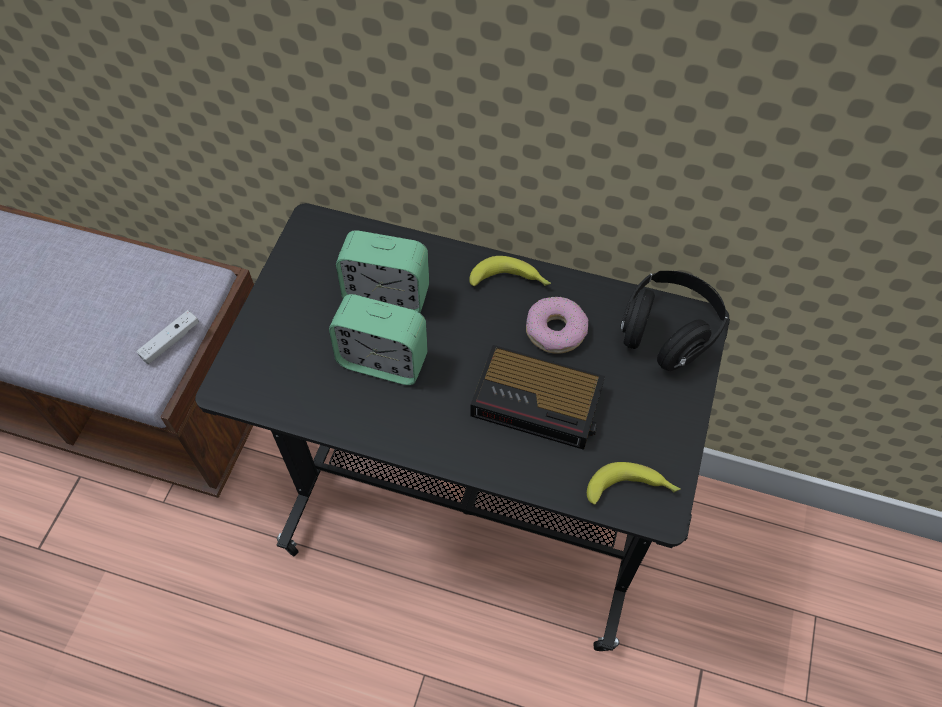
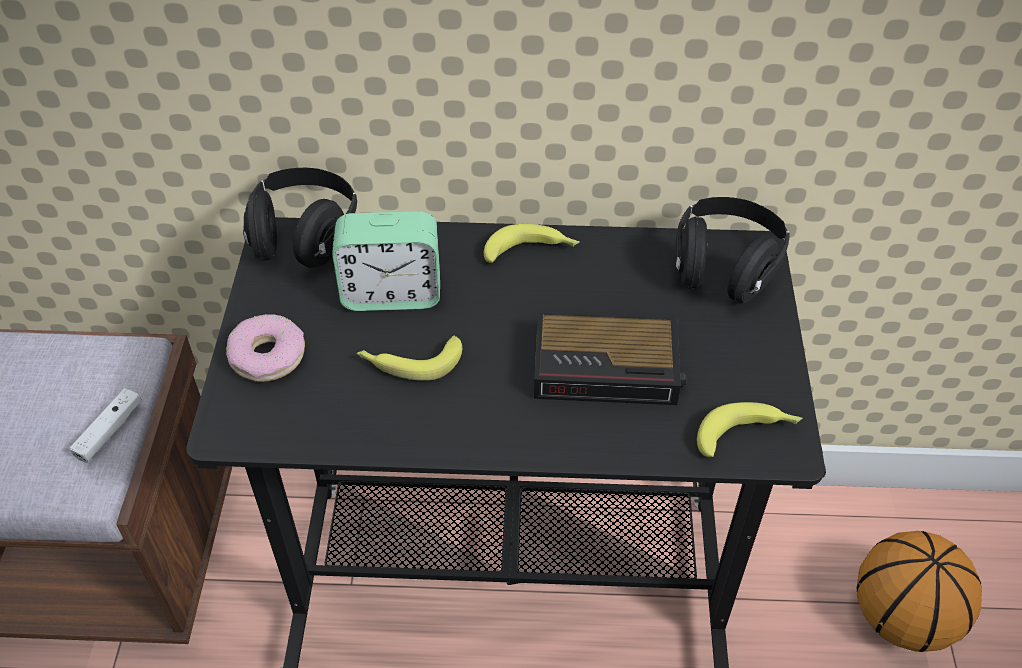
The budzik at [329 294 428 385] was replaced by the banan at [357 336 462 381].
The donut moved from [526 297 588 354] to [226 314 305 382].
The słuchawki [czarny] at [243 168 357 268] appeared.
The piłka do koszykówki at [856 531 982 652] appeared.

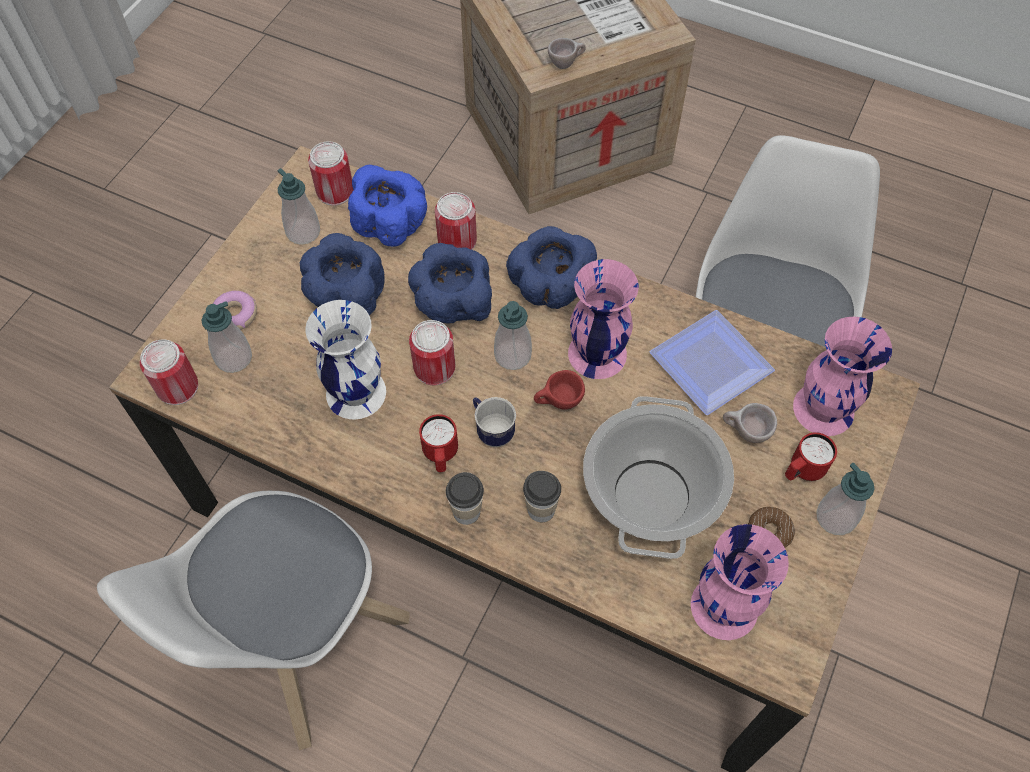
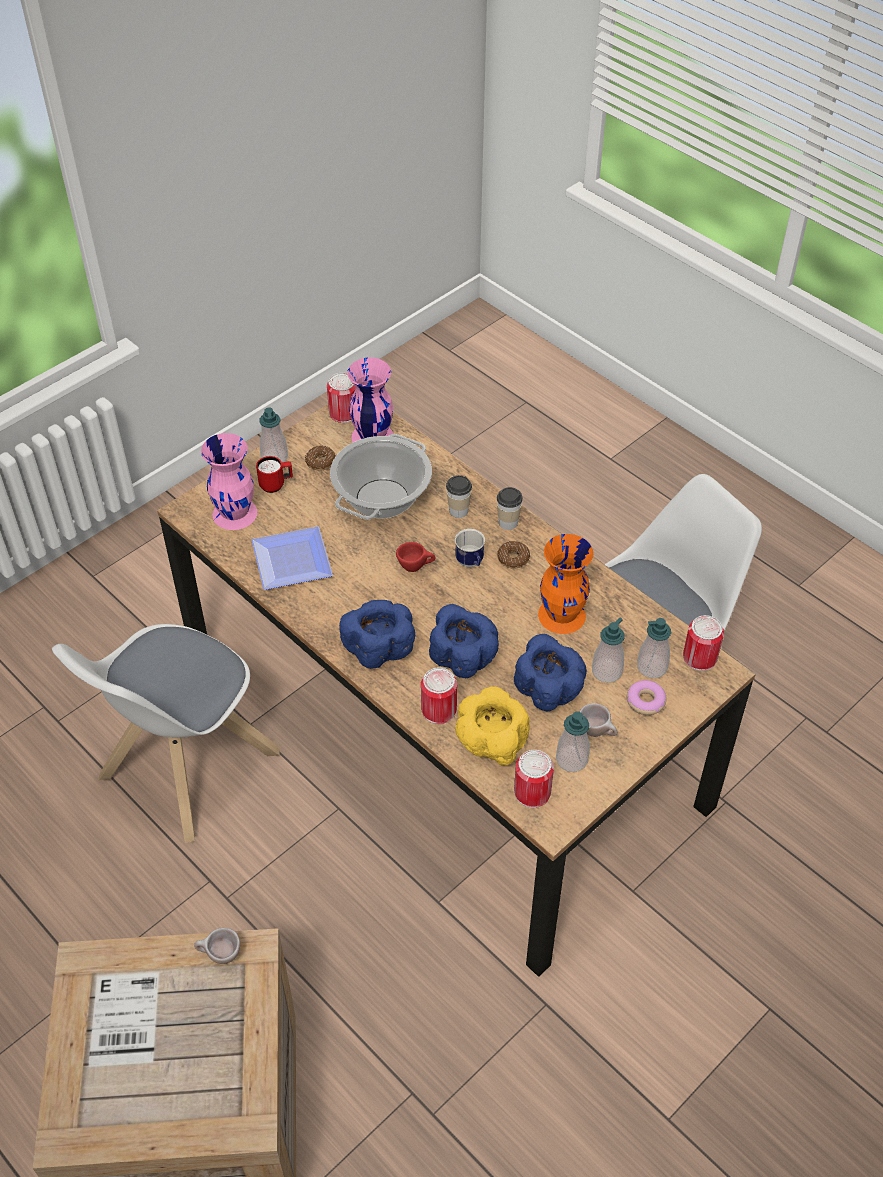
The miska [niebieski] at [348 165 427 247] became the miska [żółty] at [455 686 530 766].
The wazon [różowy] at [568 259 639 379] disappeared.
The wazon [biały] at [305 300 386 419] became the wazon [pomarańczowy] at [538 534 593 634].
The dozownik mydła moved from [494 301 532 370] to [592 618 625 683].
The puszka moved from [409 320 455 386] to [327 373 356 423].
The filiżanka [beżowy] moved from [723 403 777 443] to [579 703 618 737].
The kubek [czerwony] at [419 414 458 472] was replaced by the donut at [497 541 530 569].

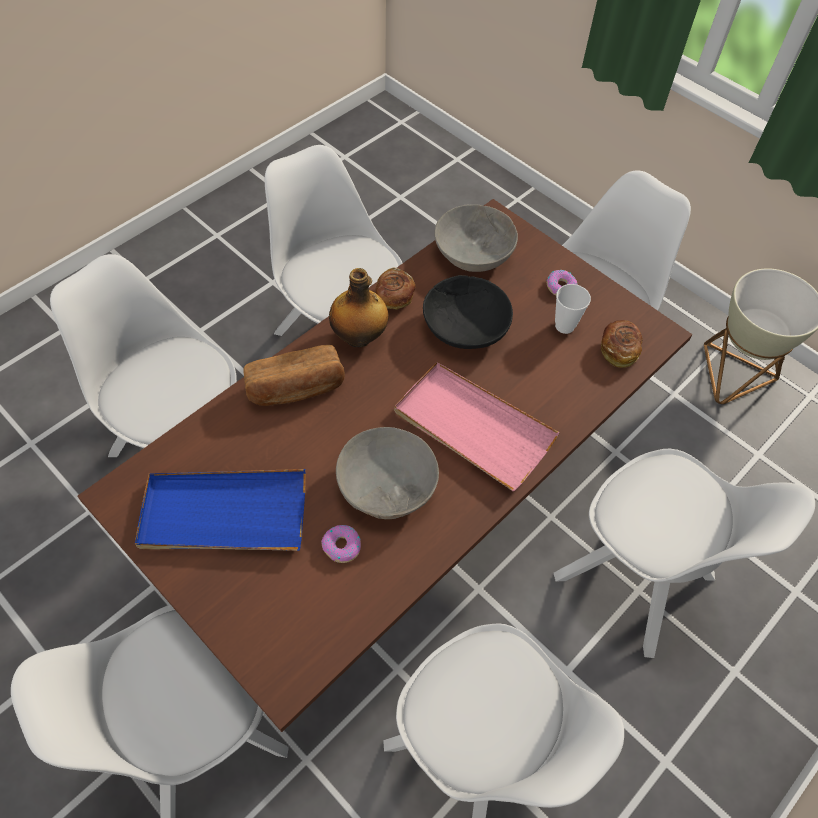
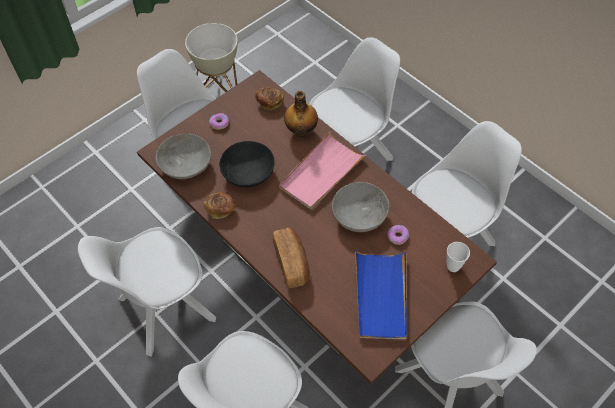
The butelka moved from [329 268 389 347] to [284 91 318 137].
The filiżanka moved from [555 284 591 334] to [446 242 470 272].

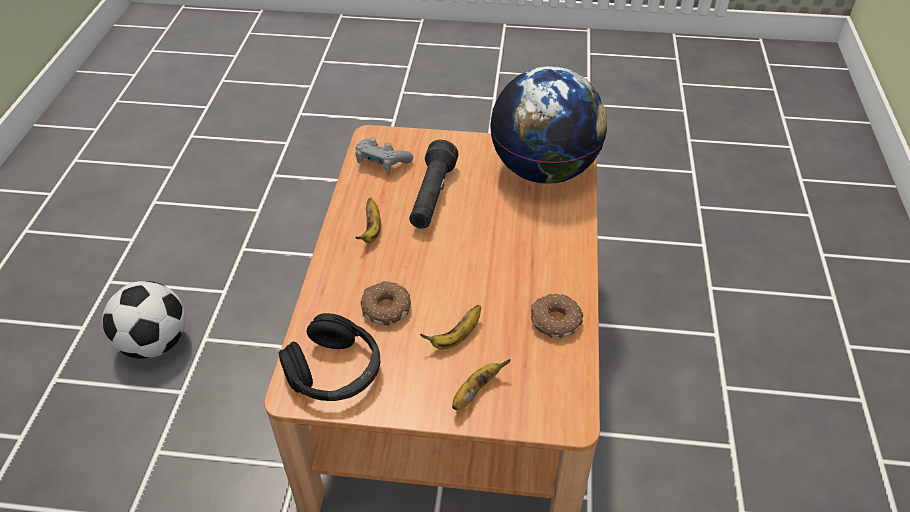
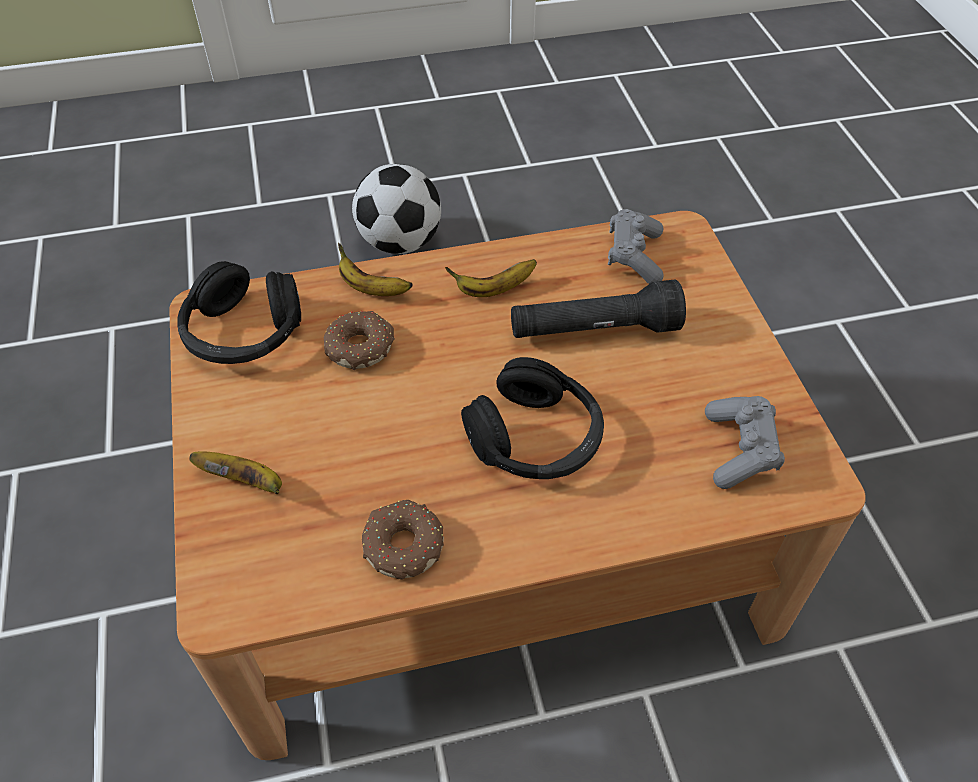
The globus at [490 66 607 184] was replaced by the pad do gier [szary] at [705 396 785 489].
The banan moved from [420 305 481 349] to [338 243 413 296].
The słuchawki [czarny] at [461 357 604 479] appeared.

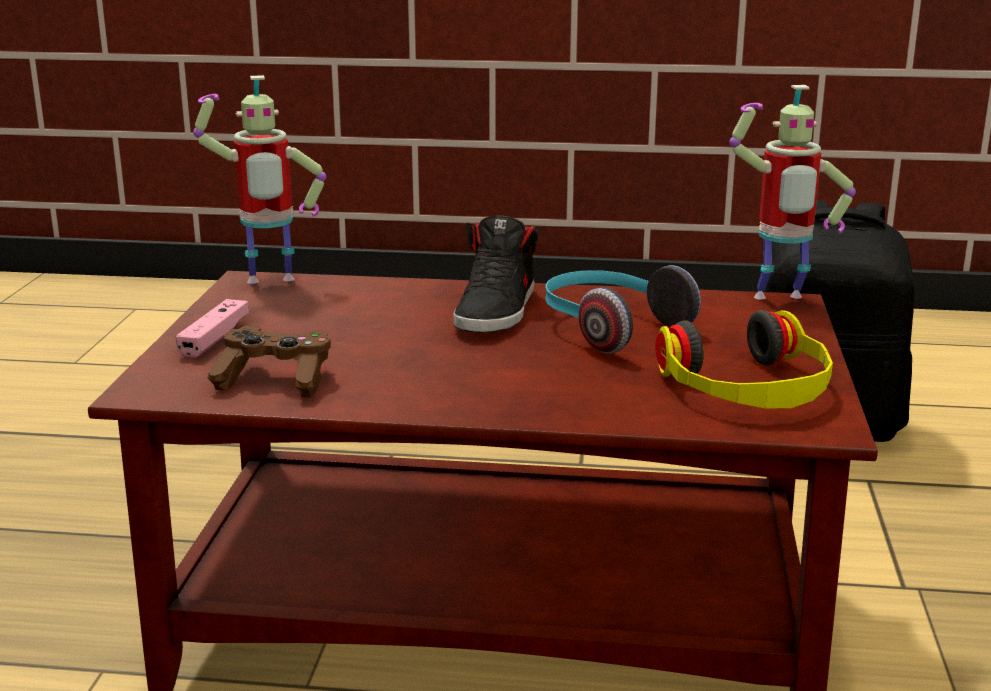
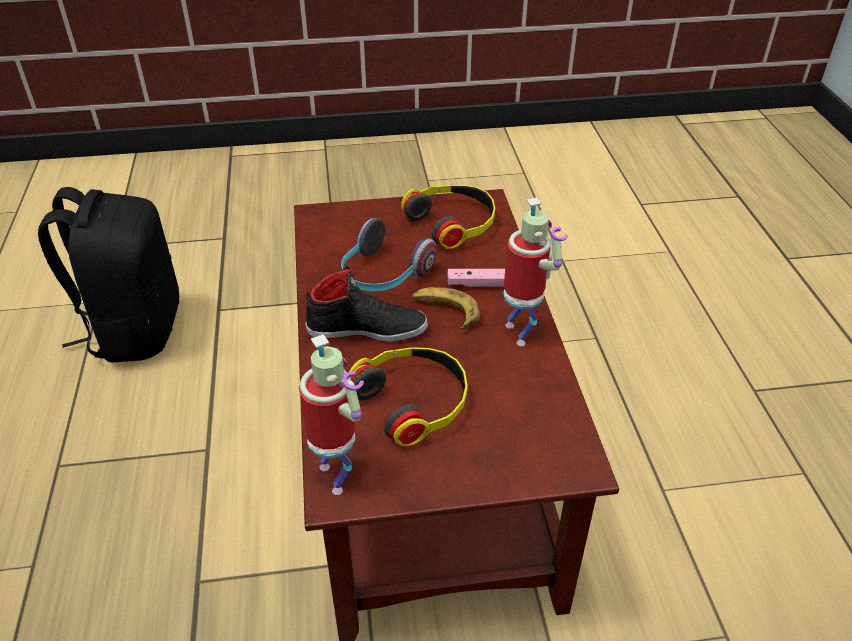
The robot zabawkowy moved from [729 85 856 300] to [503 197 568 346].
The pad do gier [różowy] moved from [176 299 249 358] to [448 269 505 287].
The pad do gier [brązowy] at [208 326 331 398] disappeared.
The banan at [412 287 480 329] appeared.
The słuchawki at [349 347 468 447] appeared.

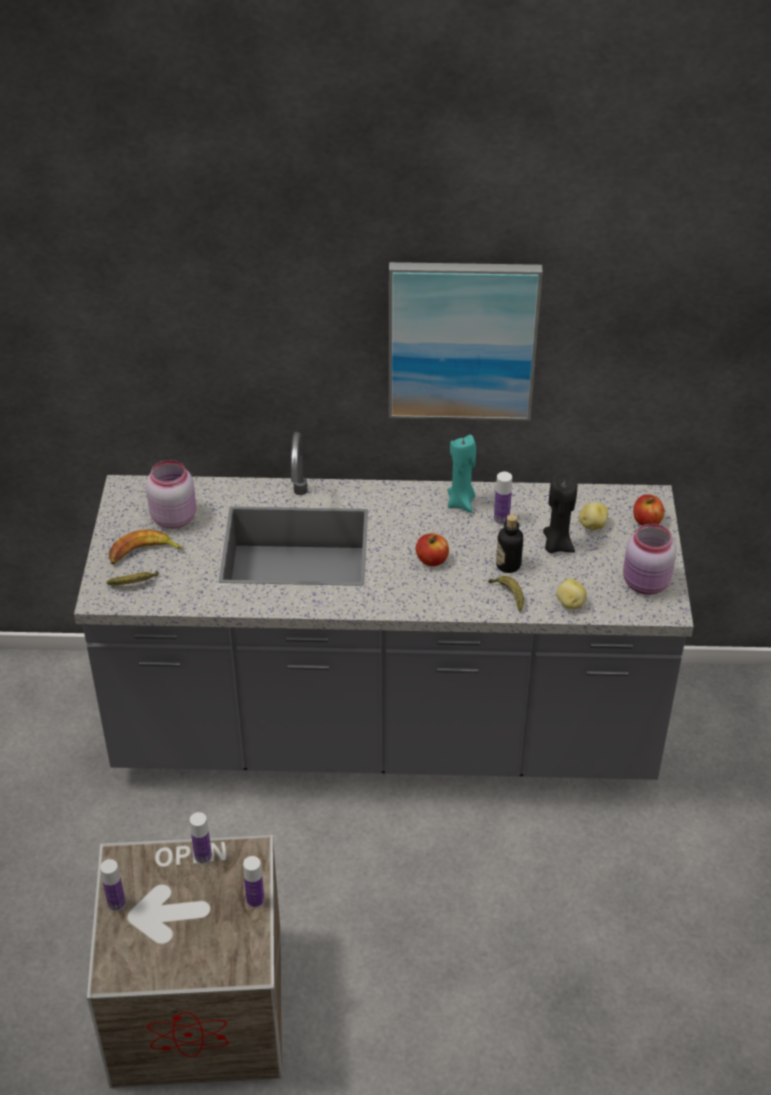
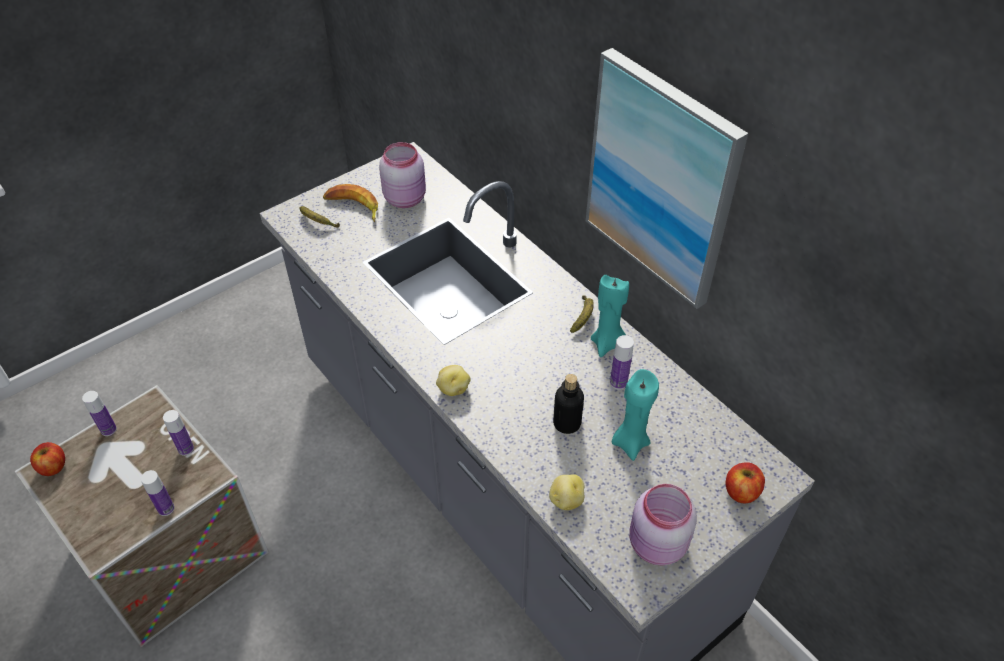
The świeca [czarny] at [543 472 577 553] became the świeca [turkusowy] at [612 369 659 461].
The ziemniak moved from [579 502 608 530] to [436 365 470 396].
The jabłko moved from [416 533 449 566] to [30 442 65 476].
The banan moved from [489 576 524 611] to [570 295 594 333].

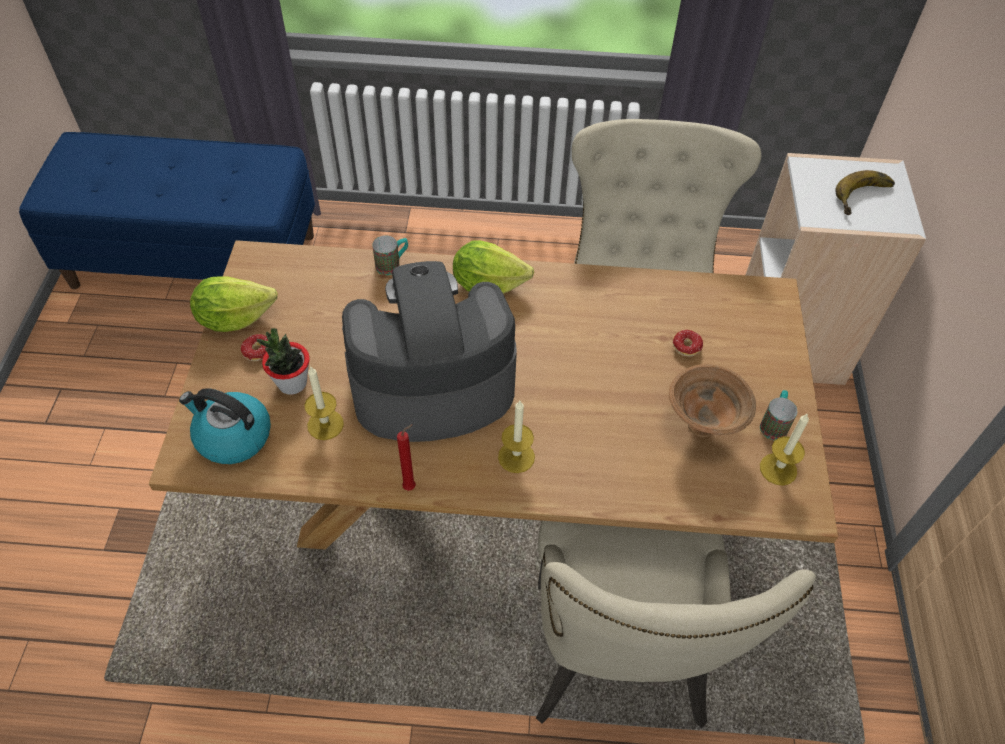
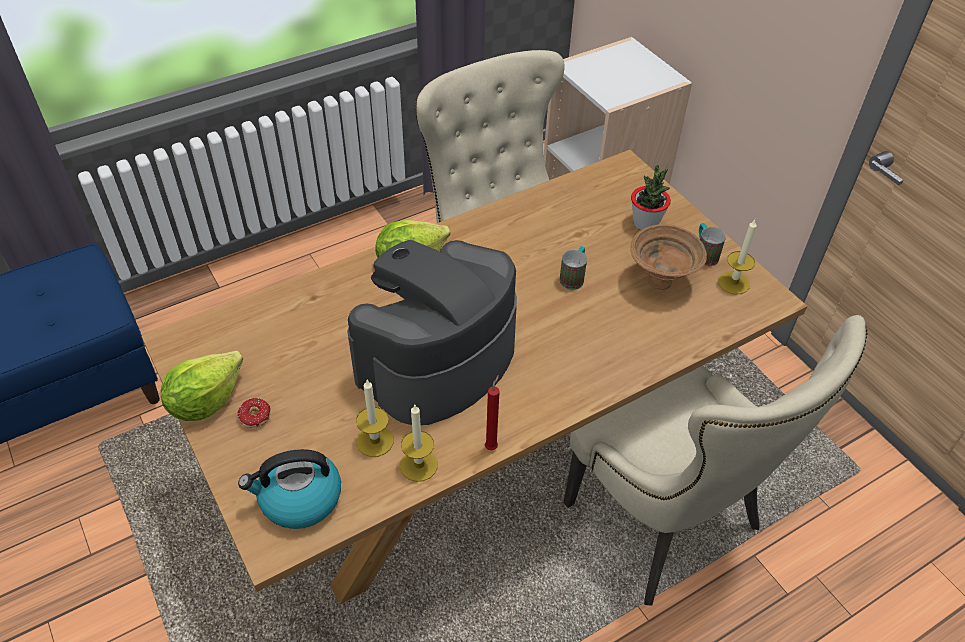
The banan at [835 170 895 215] disappeared.
The kubek moved from [372 235 408 275] to [559 246 587 290].
The roślina doniczkowa moved from [256 328 310 395] to [631 165 671 230].
The donut at [660 330 703 357] disappeared.
The świeca moved from [498 401 535 473] to [400 405 438 482].

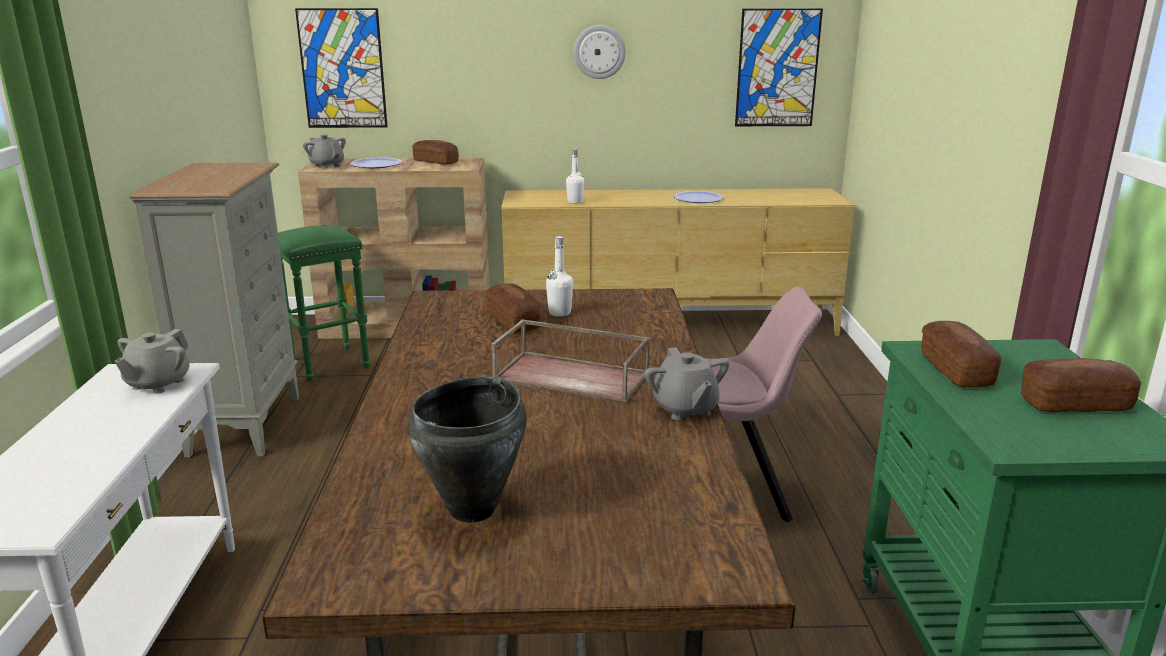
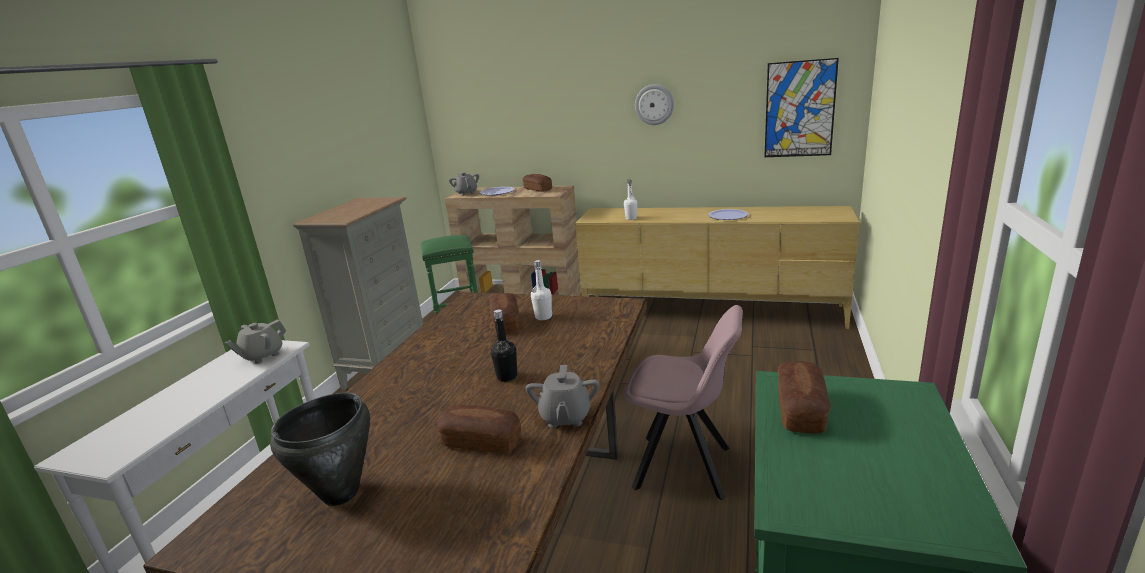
The obraz at [295 8 388 128] disappeared.
The taca [brązowy] at [491 319 650 404] was replaced by the butelka [czarny] at [491 309 517 382].
The chleb moved from [1020 358 1141 412] to [437 405 521 454].

